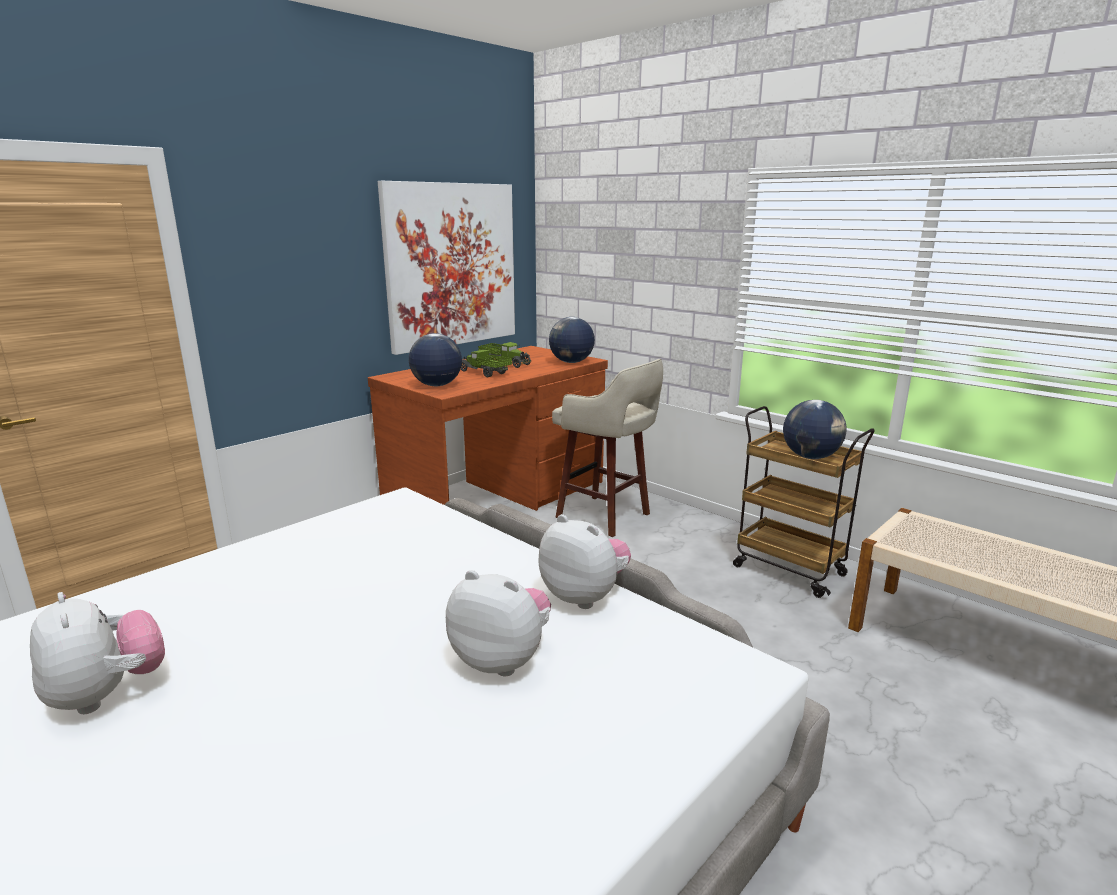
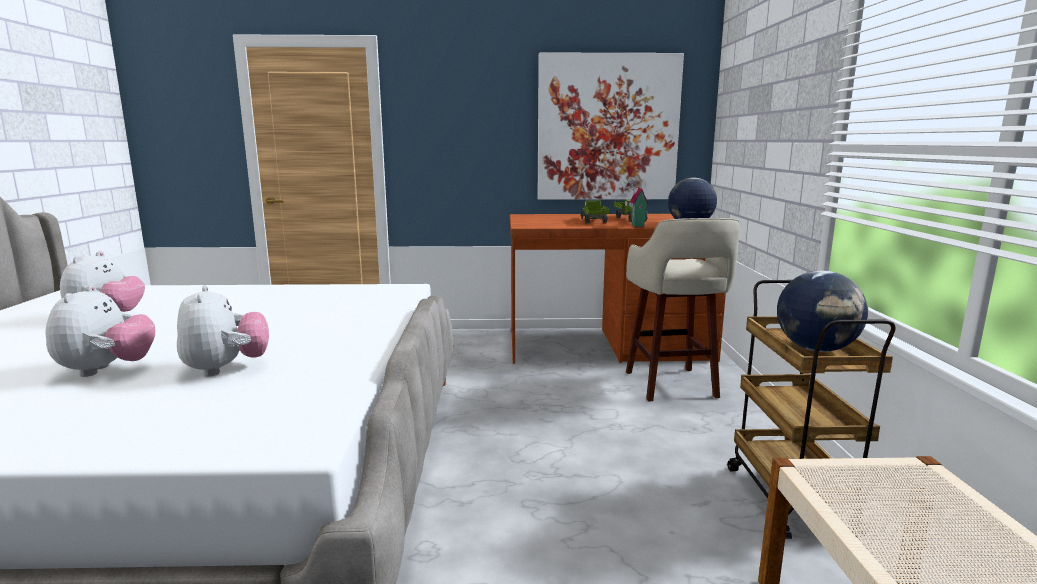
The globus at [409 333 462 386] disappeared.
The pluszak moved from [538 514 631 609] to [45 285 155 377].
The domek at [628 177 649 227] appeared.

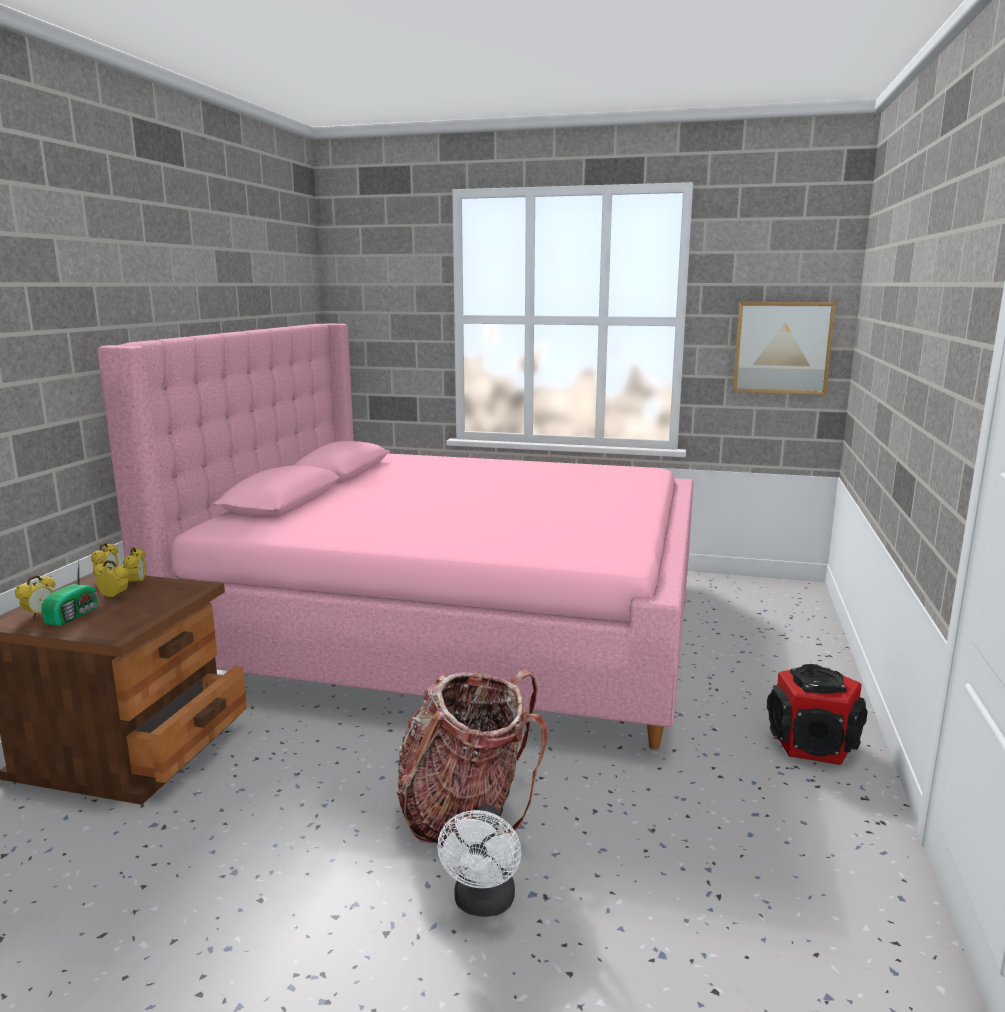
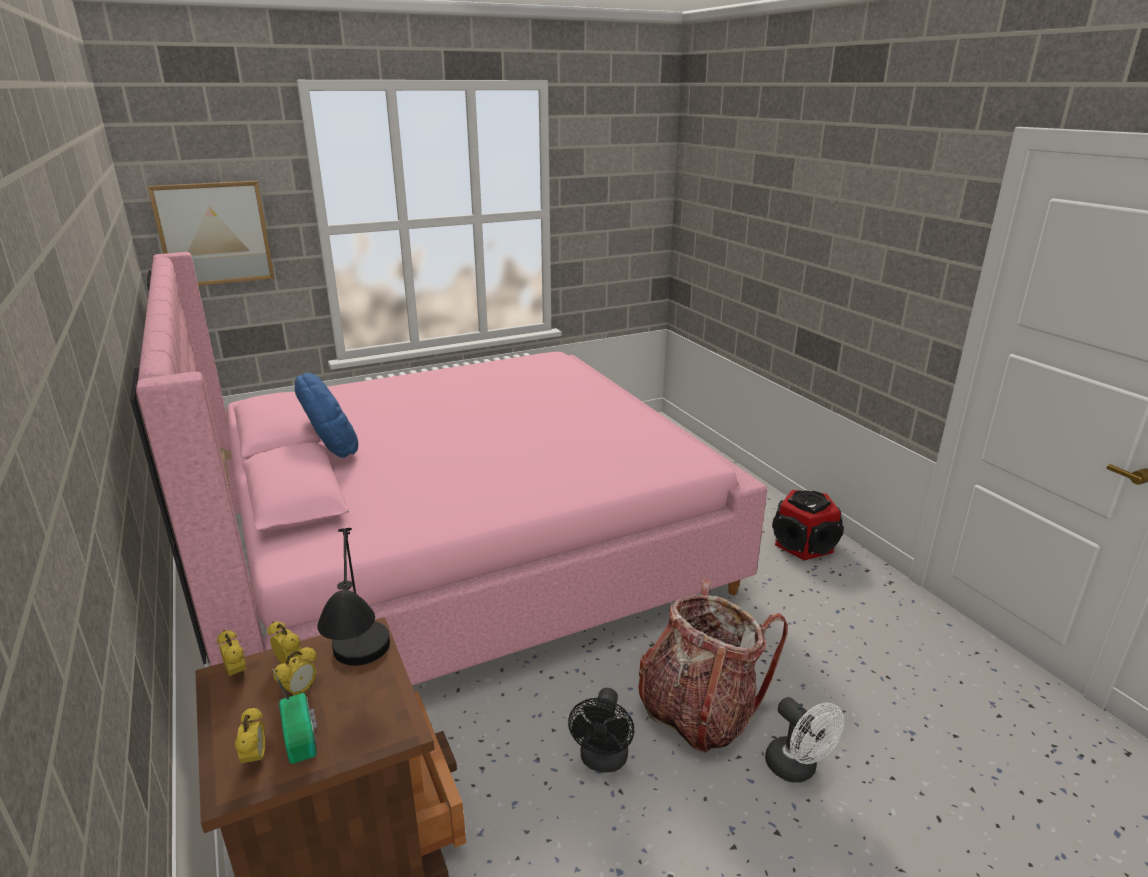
The obraz moved from [733 302 836 395] to [148 181 275 286].
The budzik at [93 560 129 597] turned 150 degrees clockwise.
The poduszka [niebieski] at [295 373 358 458] appeared.
The lampa stołowa [czarny] at [317 528 390 666] appeared.
The wentylator [czarny] at [568 688 634 773] appeared.

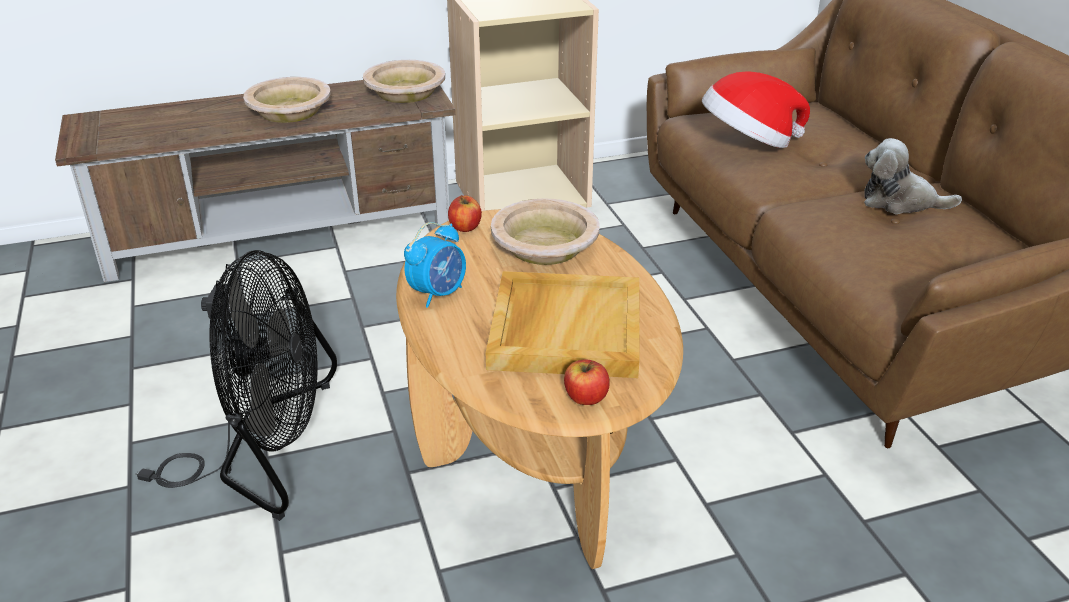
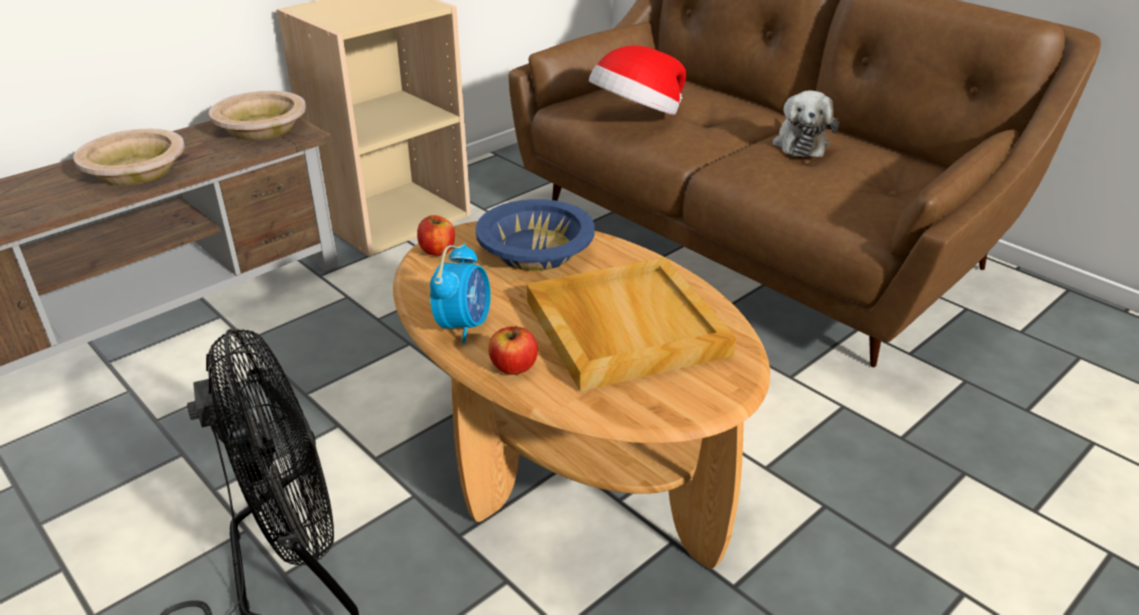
The pluszak at [864 138 962 214] turned 75 degrees counterclockwise.
The miska [beżowy] at [491 198 600 265] became the miska [niebieski] at [476 199 594 271].
The jabłko moved from [564 360 610 405] to [488 326 538 375].

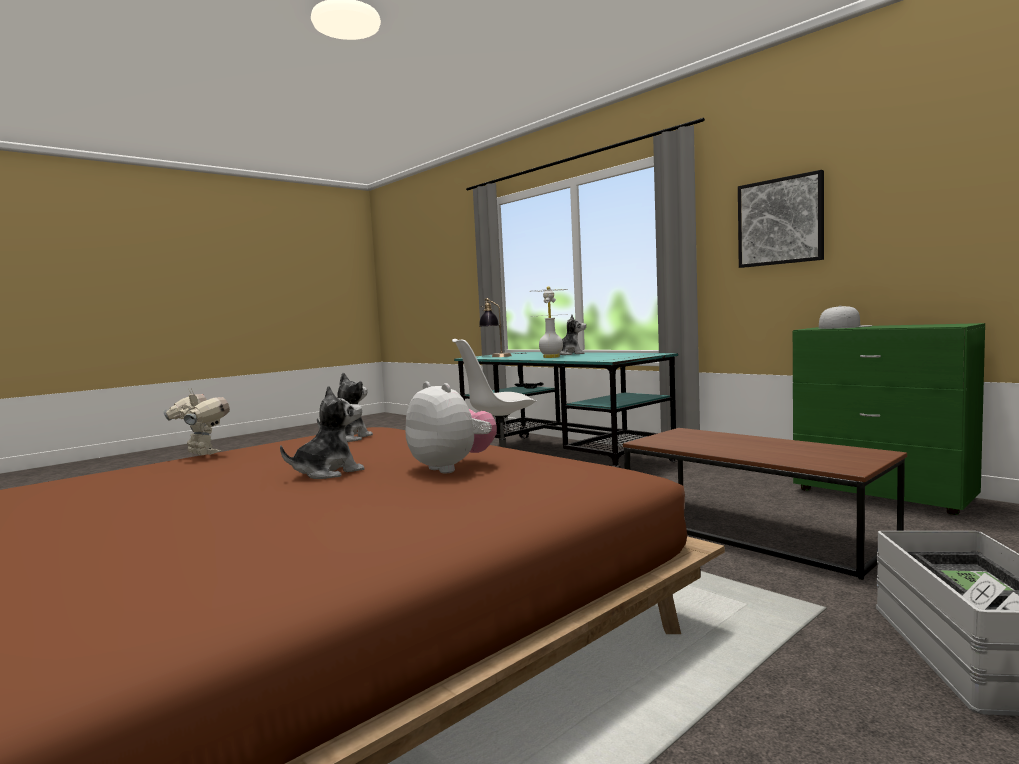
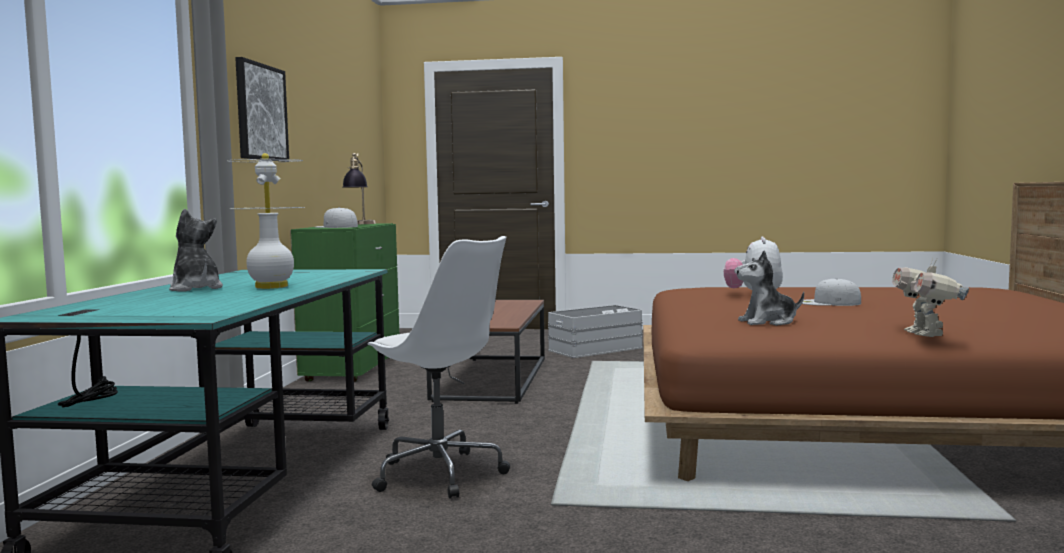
The lampa stołowa moved from [479 298 512 357] to [343 153 376 224].
The pluszak at [280 386 364 479] was replaced by the czapka z daszkiem [biały] at [802 278 861 306].

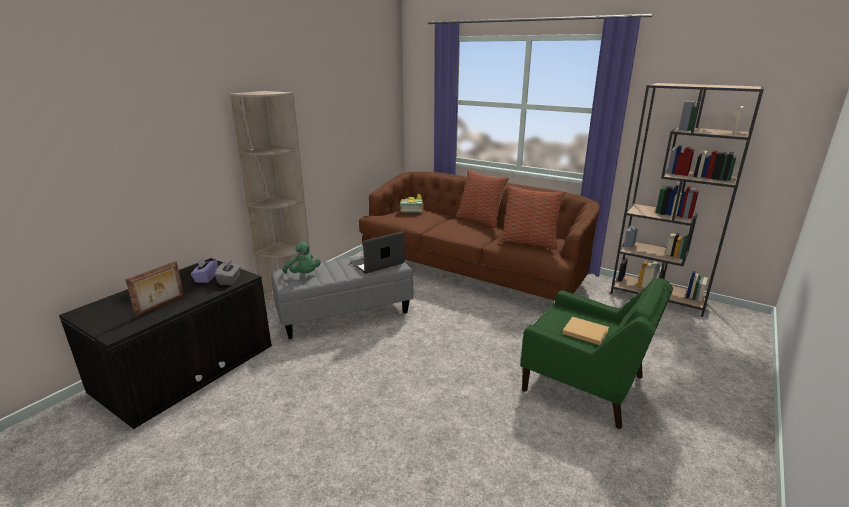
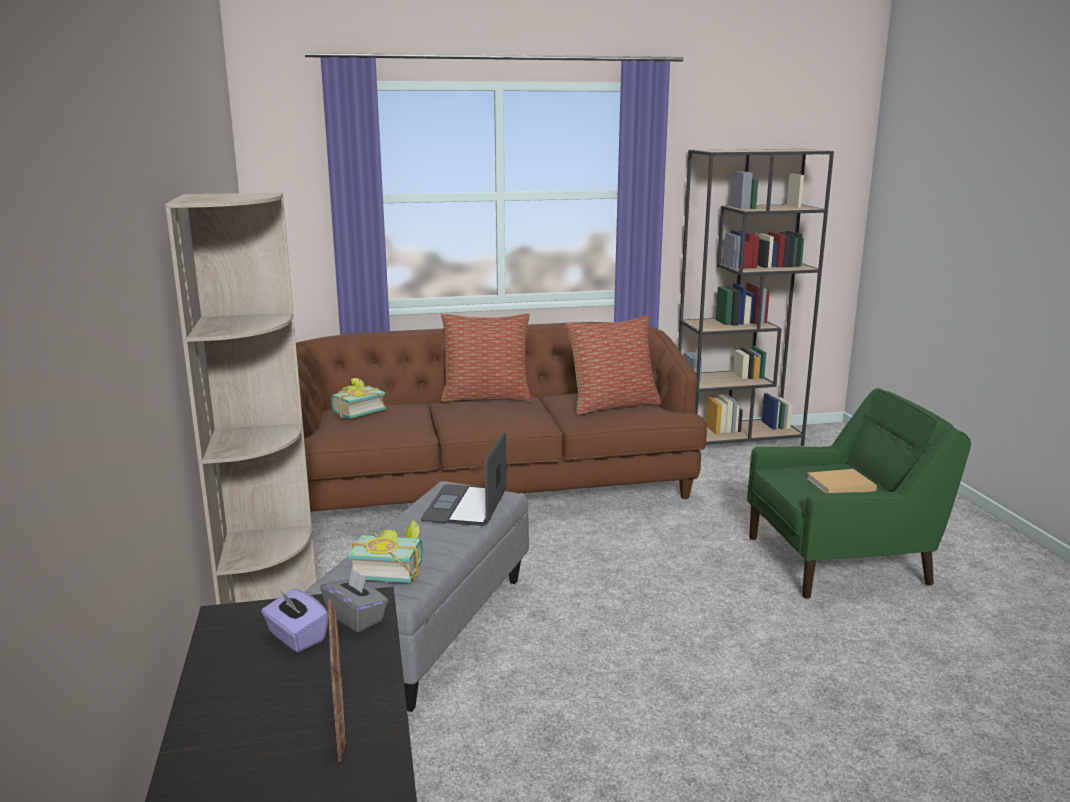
The pluszak [zielony] at [283 242 321 274] was replaced by the książka at [348 520 423 583].

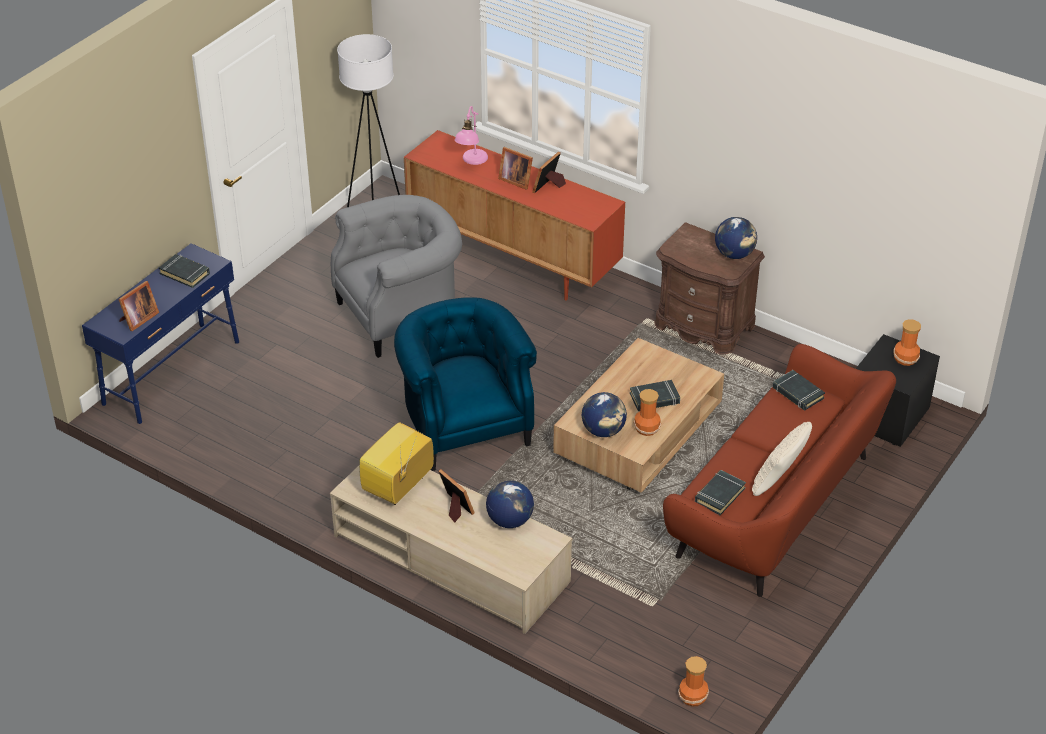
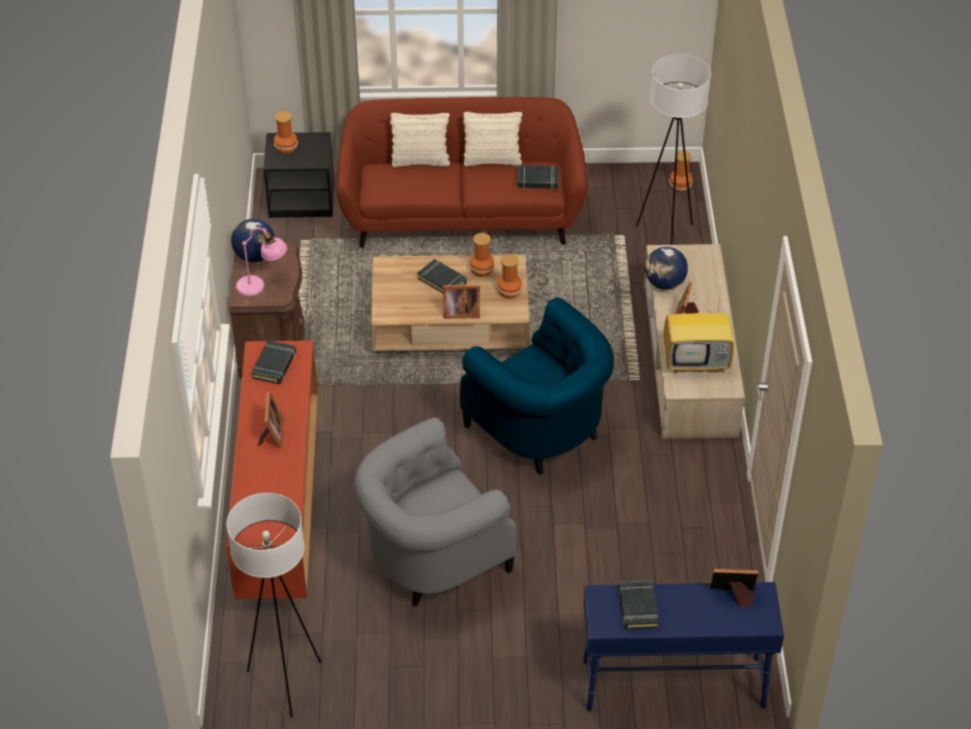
The lampa stołowa [różowy] moved from [455 106 488 165] to [236 227 287 296].
The ramka na zdjęcie moved from [532 151 566 194] to [443 285 480 319].
The fotel [szary] at [331 195 462 358] turned 60 degrees counterclockwise.
The fotel [niebieski] at [394 297 537 471] turned 75 degrees counterclockwise.
The książka [czarny] moved from [773 370 825 411] to [251 340 296 384].
The globus at [582 392 627 437] was replaced by the wazon at [497 254 522 299].
The lampa stojąca [biały] at [636 54 711 245] appeared.
The poduszka [beżowy] at [390 113 450 167] appeared.

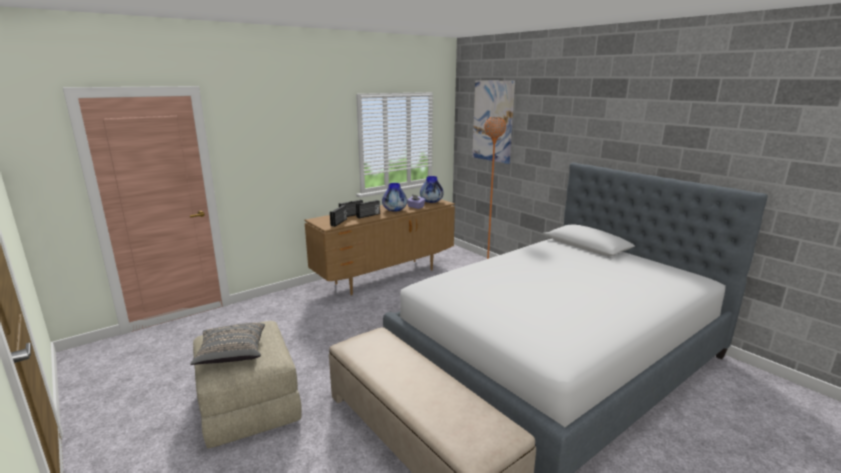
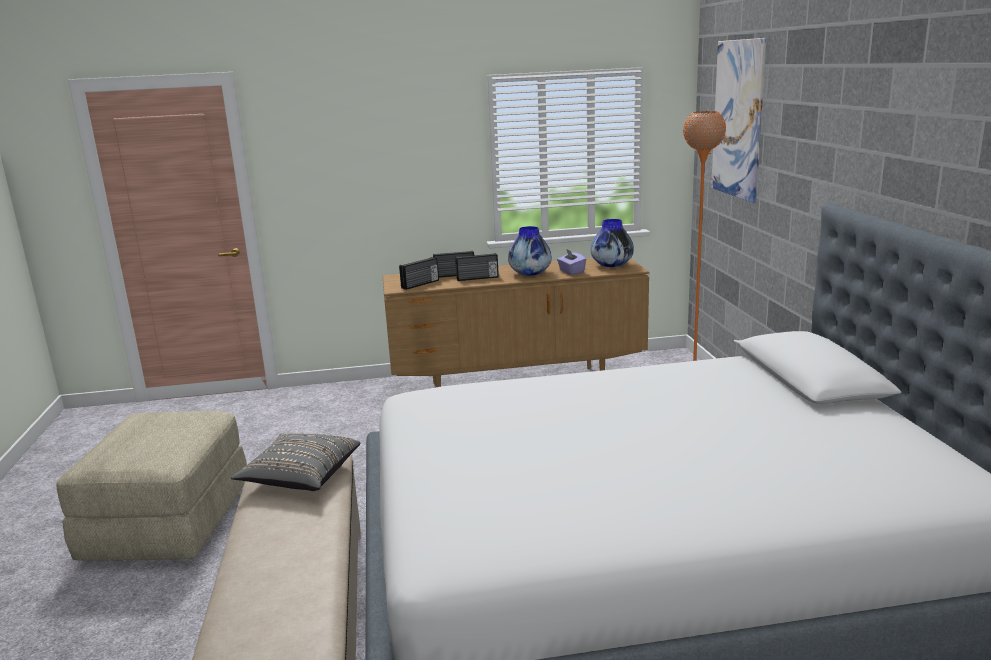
The poduszka [szary] moved from [190 323 265 365] to [231 433 361 491].

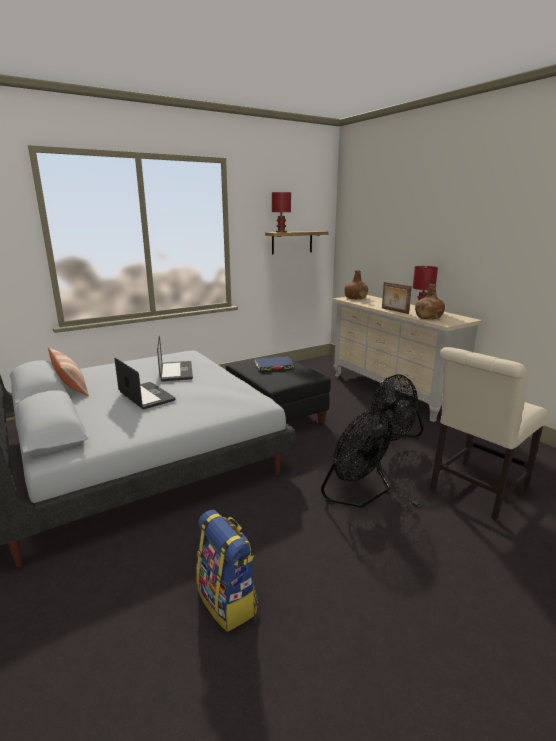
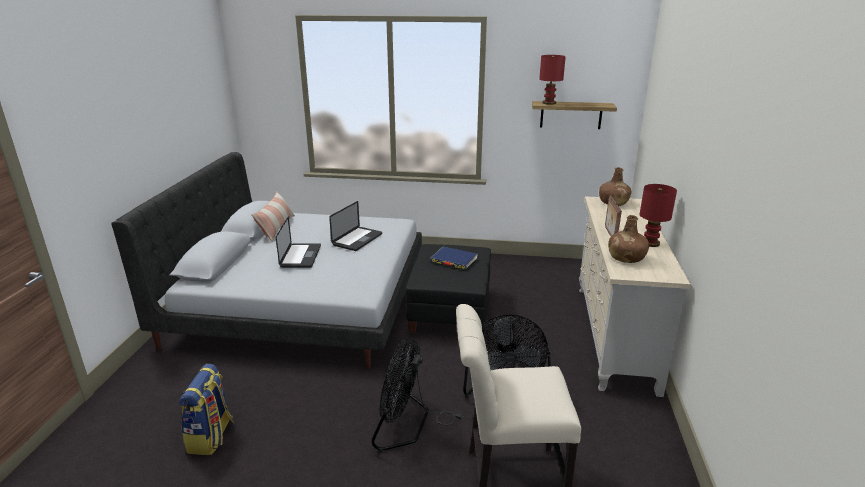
The wentylator [czarny] at [321 410 420 508] turned 75 degrees counterclockwise.

